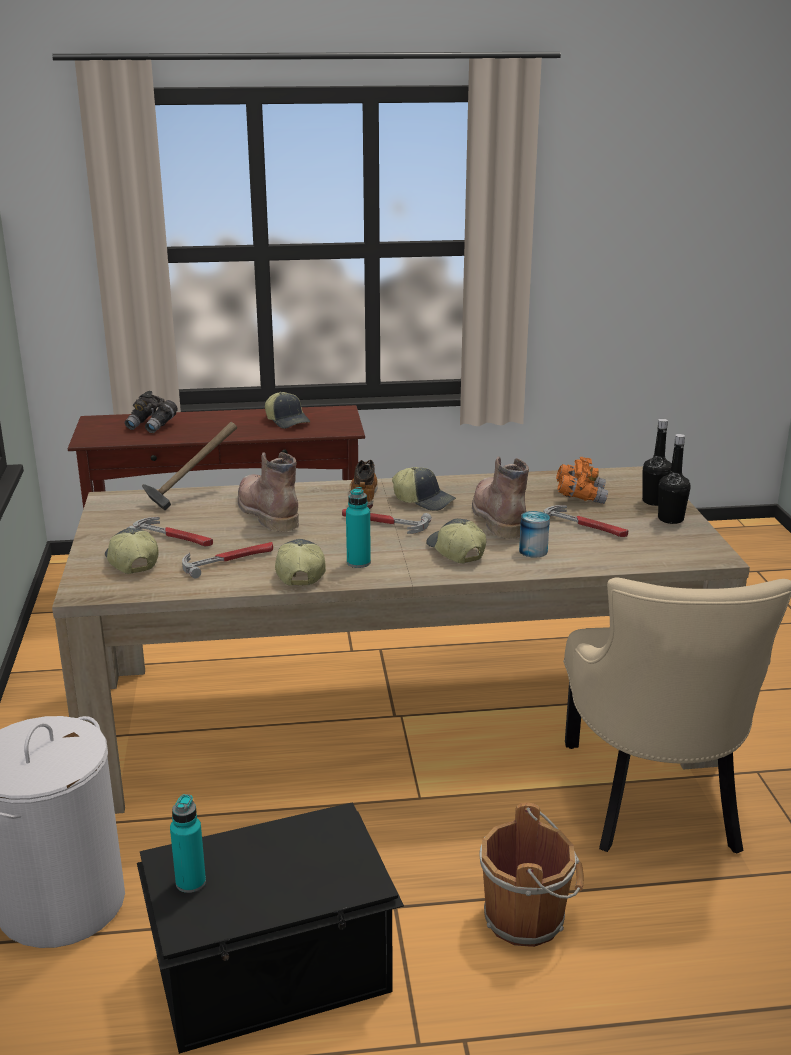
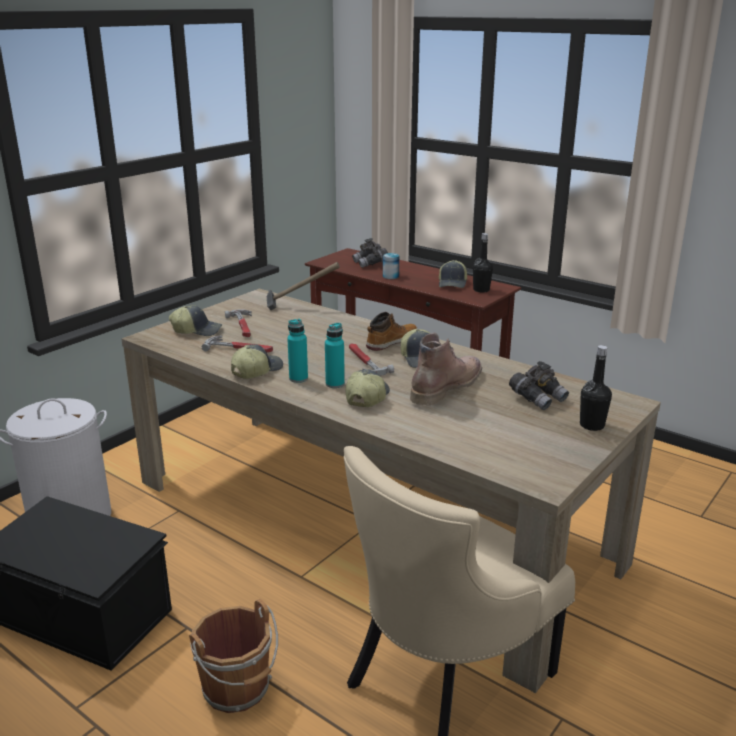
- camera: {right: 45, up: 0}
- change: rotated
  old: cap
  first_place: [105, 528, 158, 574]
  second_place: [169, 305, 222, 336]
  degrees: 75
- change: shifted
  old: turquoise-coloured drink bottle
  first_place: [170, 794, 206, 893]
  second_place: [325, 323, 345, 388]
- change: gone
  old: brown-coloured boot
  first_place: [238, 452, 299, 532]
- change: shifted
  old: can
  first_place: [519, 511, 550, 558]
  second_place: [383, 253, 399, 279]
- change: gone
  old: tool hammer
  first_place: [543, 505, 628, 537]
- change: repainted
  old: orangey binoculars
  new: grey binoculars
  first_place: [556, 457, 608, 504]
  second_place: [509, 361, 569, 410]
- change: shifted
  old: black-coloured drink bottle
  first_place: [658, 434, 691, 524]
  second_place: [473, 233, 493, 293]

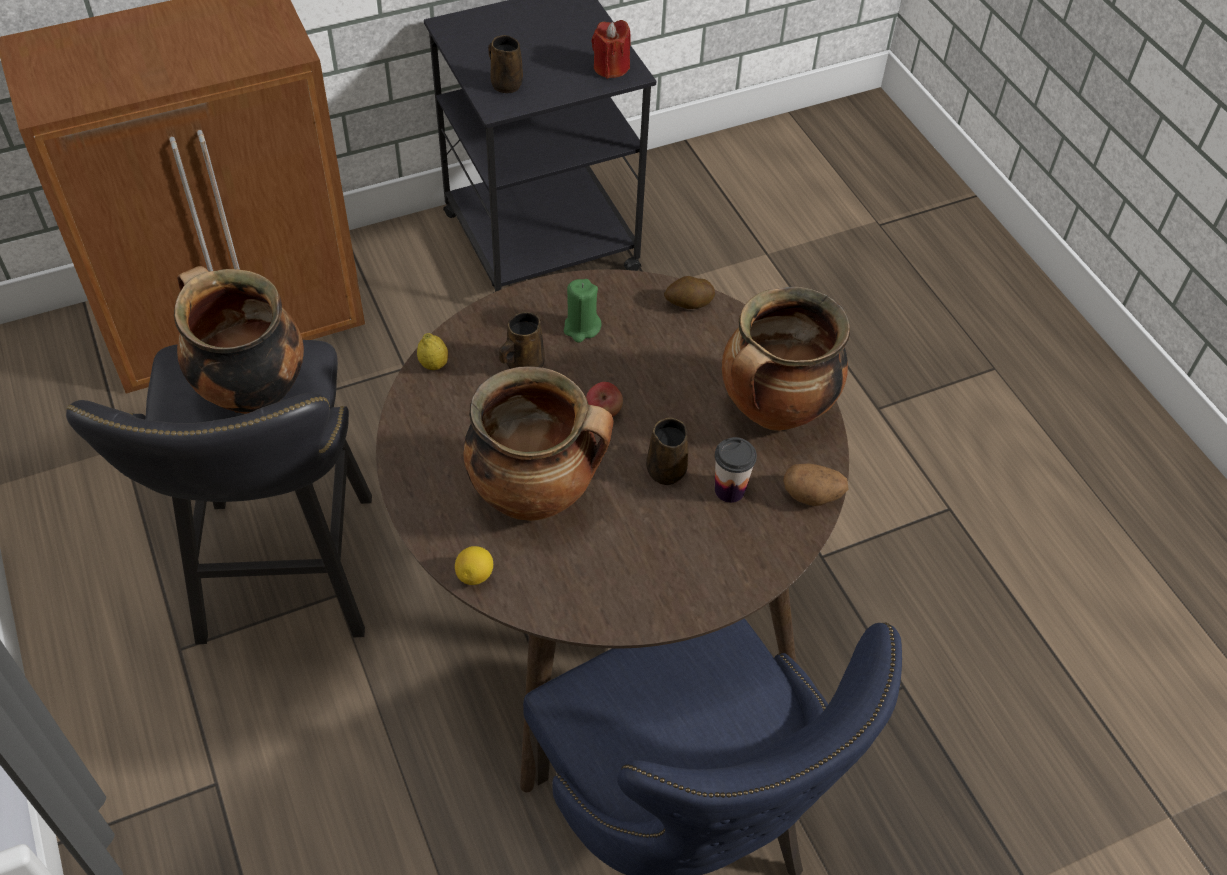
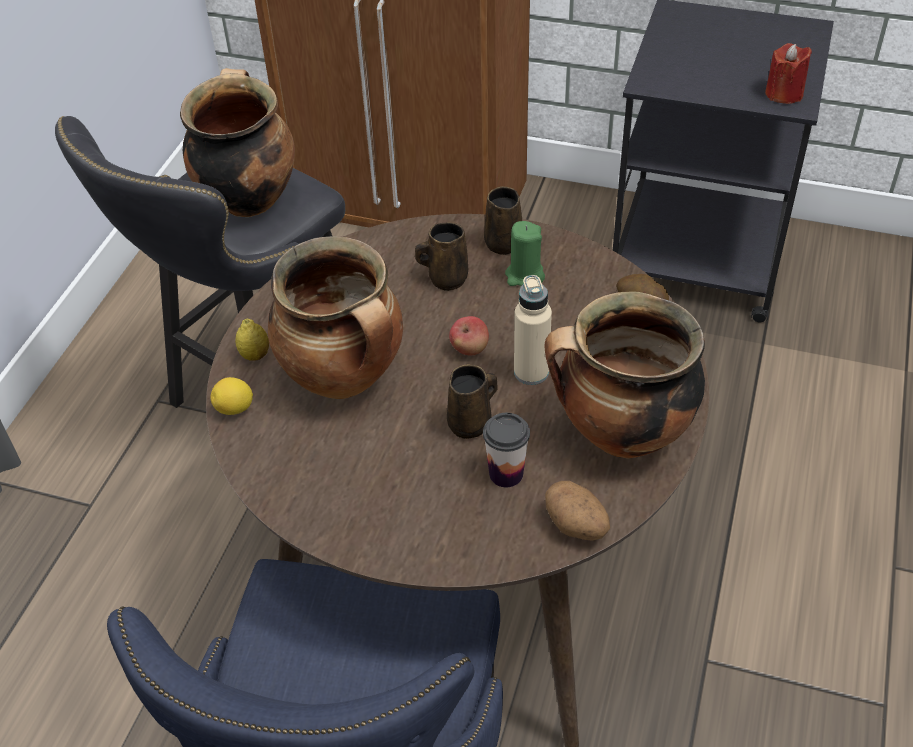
- camera: {right: 45, up: -5}
- change: shifted
  old: citrus fruit
  first_place: [417, 333, 448, 370]
  second_place: [235, 319, 269, 361]
- change: shifted
  old: brown-coloured mug
  first_place: [489, 35, 523, 93]
  second_place: [484, 186, 522, 255]
- change: new
  new: beige drink bottle
  second_place: [514, 275, 552, 385]

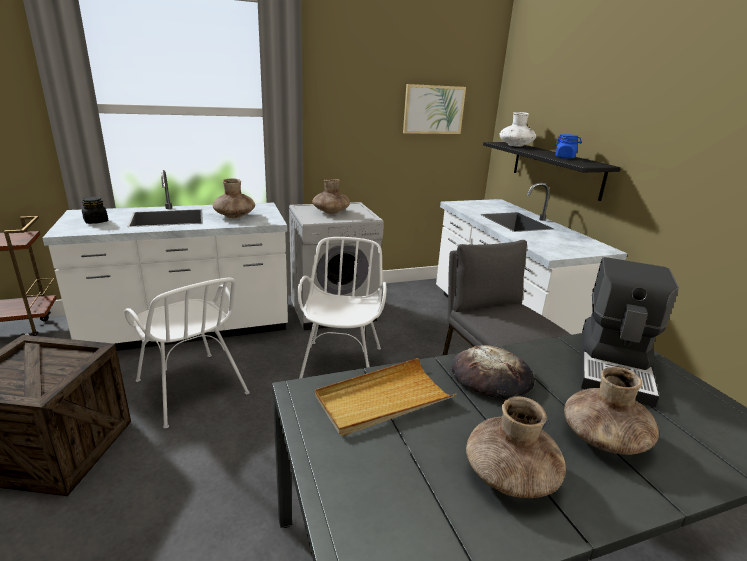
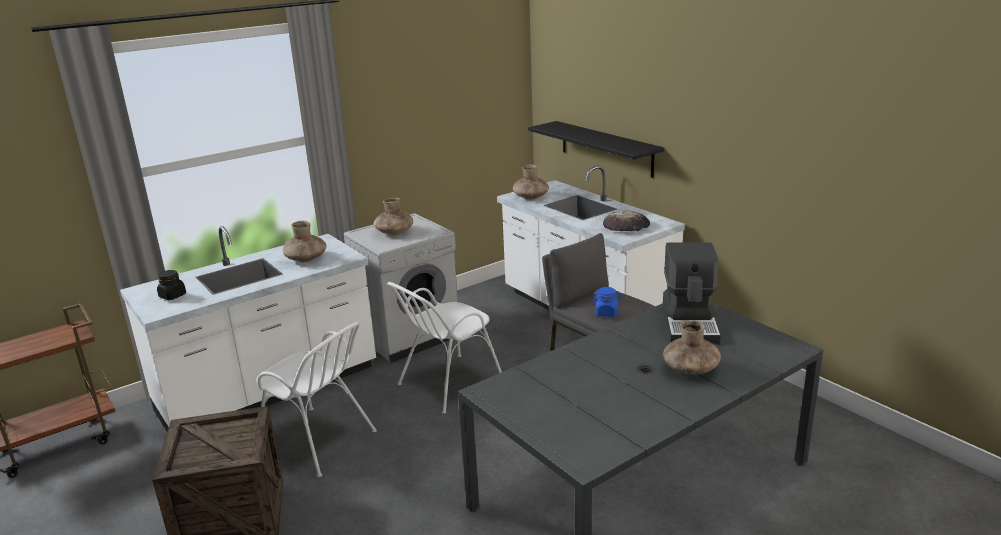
- camera: {right: -15, up: 0}
- change: rotated
  old: white-coloured chair
  first_place: [298, 237, 387, 378]
  second_place: [387, 282, 502, 414]
  degrees: -120
- change: gone
  old: beige tray
  first_place: [315, 358, 456, 436]
- change: gone
  old: wall art
  first_place: [403, 84, 466, 134]
- change: shifted
  old: bread
  first_place: [452, 345, 535, 400]
  second_place: [603, 210, 650, 231]
- change: shifted
  old: brown-coloured decorative vase
  first_place: [466, 397, 566, 498]
  second_place: [513, 165, 549, 200]
- change: gone
  old: white-coloured decorative vase
  first_place: [499, 112, 536, 147]
- change: shifted
  old: blue jar
  first_place: [554, 134, 582, 159]
  second_place: [593, 287, 621, 317]

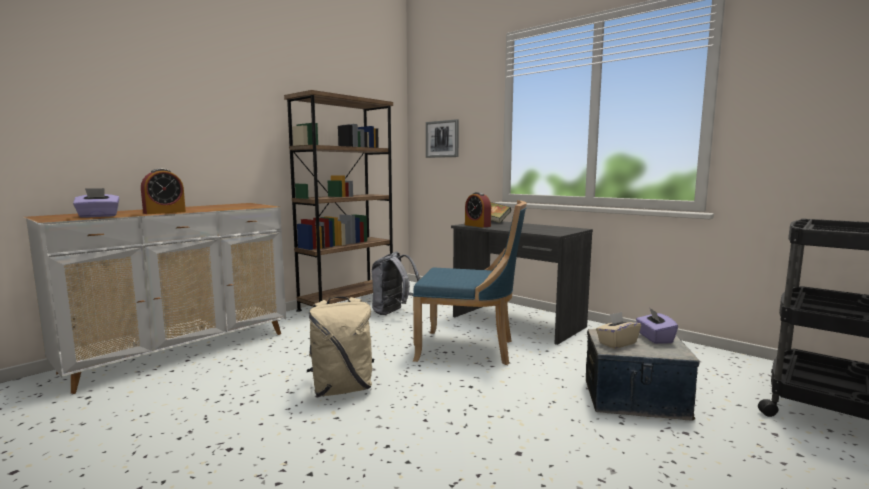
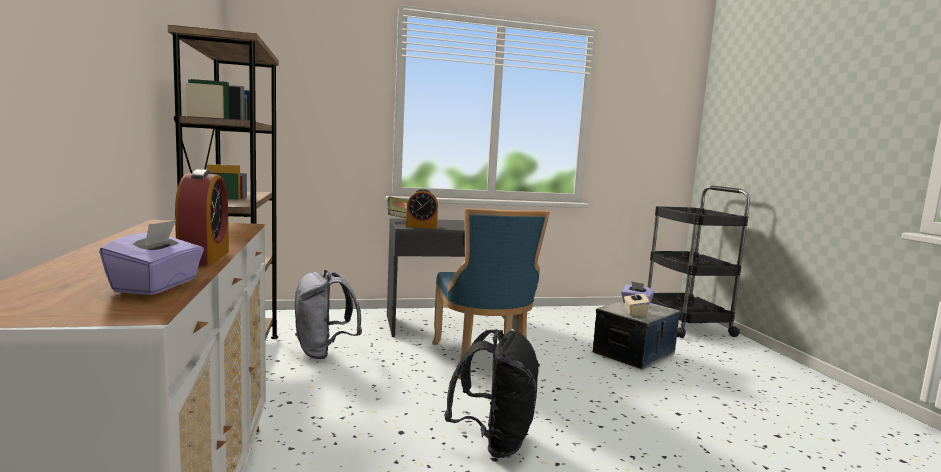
- camera: {right: -55, up: 0}
- change: repainted
  old: beige knapsack
  new: black-coloured knapsack
  first_place: [307, 296, 374, 396]
  second_place: [444, 329, 540, 458]
- change: rotated
  old: blue chair
  first_place: [413, 200, 527, 365]
  second_place: [432, 208, 550, 379]
  degrees: 120
- change: gone
  old: wall art
  first_place: [426, 119, 459, 158]

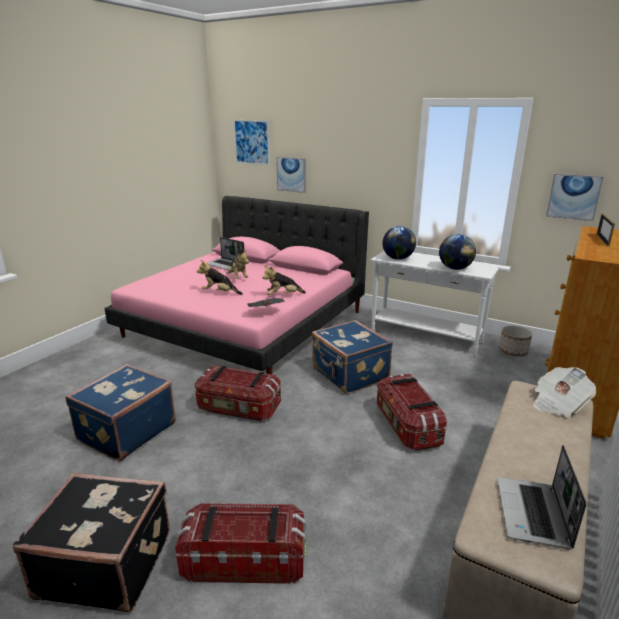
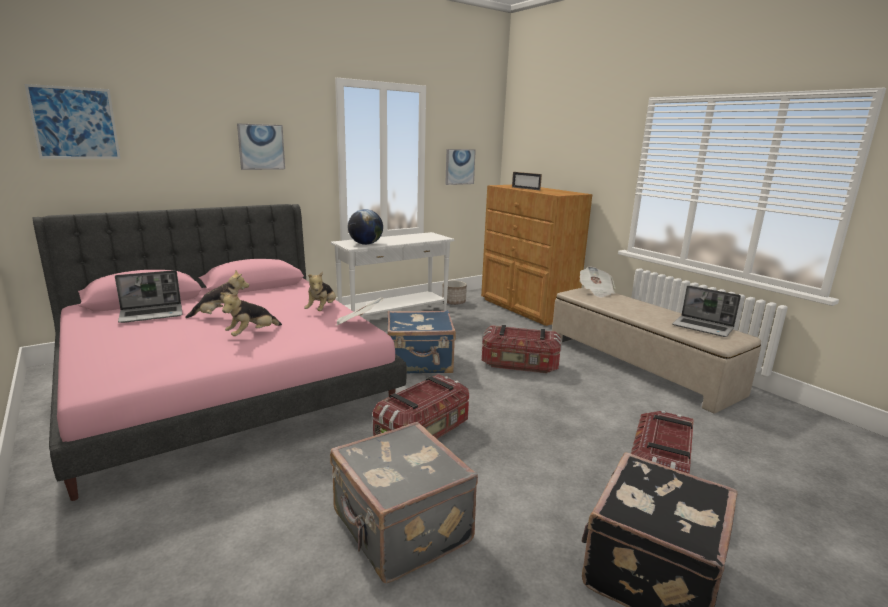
- camera: {right: -65, up: -5}
- change: repainted
  old: blue travel case
  new: grey travel case
  first_place: [65, 364, 176, 461]
  second_place: [330, 422, 478, 583]
- change: shifted
  old: wall art
  first_place: [276, 157, 306, 193]
  second_place: [237, 123, 285, 170]
- change: gone
  old: world globe
  first_place: [439, 234, 476, 270]

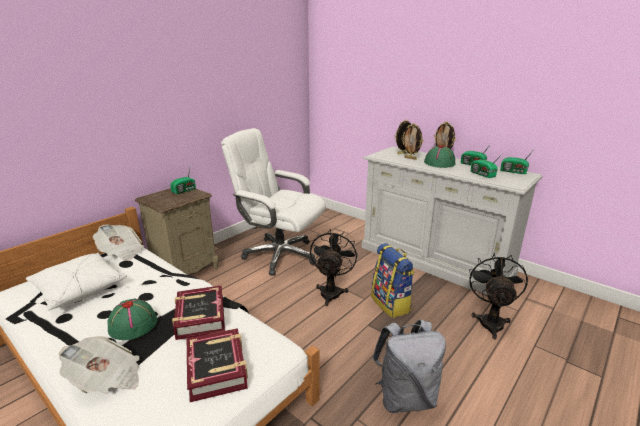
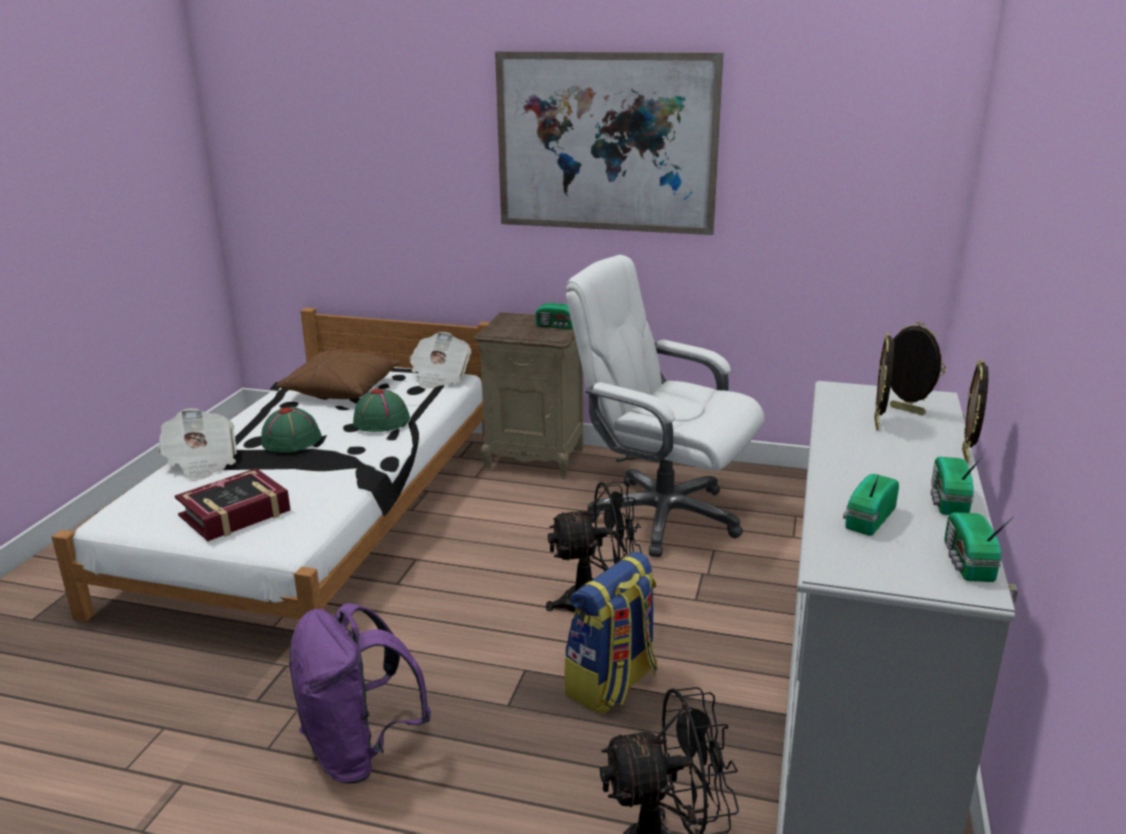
- camera: {right: 65, up: 0}
- change: repainted
  old: white-coloured cushion
  new: brown-coloured cushion
  first_place: [26, 253, 127, 310]
  second_place: [276, 350, 401, 399]
- change: gone
  old: bound book
  first_place: [172, 285, 225, 340]
- change: rotated
  old: white-coloured computer chair
  first_place: [221, 128, 326, 276]
  second_place: [565, 255, 764, 557]
  degrees: -60
- change: repainted
  old: grey knapsack
  new: purple-coloured knapsack
  first_place: [372, 319, 446, 413]
  second_place: [289, 603, 431, 783]
- change: shifted
  old: green-coloured hat
  first_place: [424, 145, 455, 168]
  second_place: [353, 389, 410, 432]
- change: new
  new: wall art
  second_place: [495, 51, 724, 235]

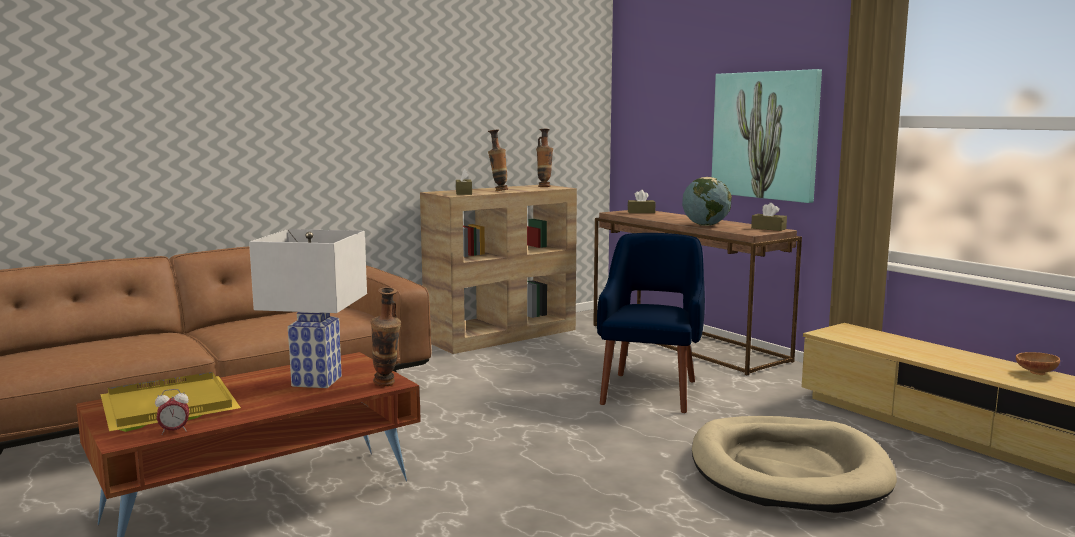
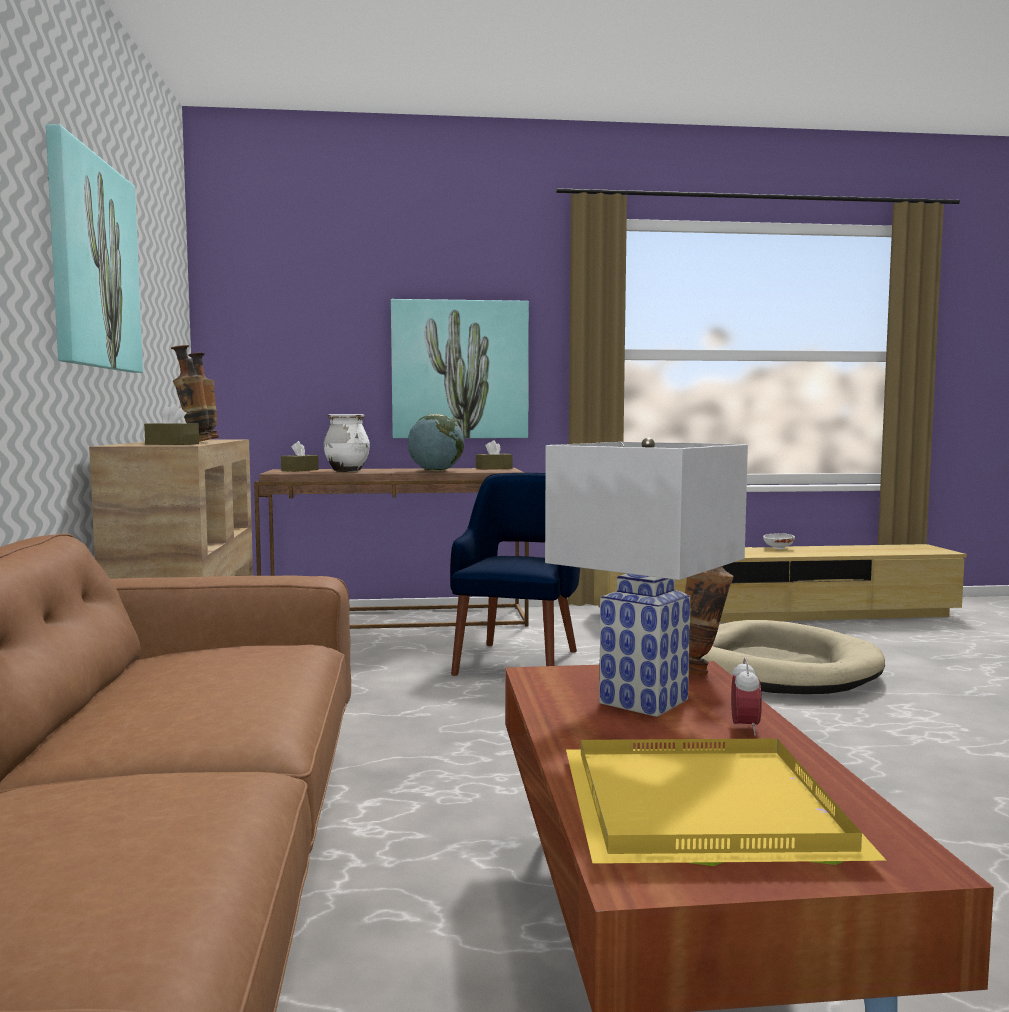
- camera: {right: -60, up: -5}
- change: shifted
  old: alarm clock
  first_place: [155, 389, 189, 435]
  second_place: [731, 658, 762, 736]
- change: rotated
  old: blue lounge chair
  first_place: [597, 233, 705, 413]
  second_place: [450, 473, 580, 676]
  degrees: 60
- change: repainted
  old: brown-coloured bowl
  new: white-coloured bowl
  first_place: [1016, 352, 1060, 375]
  second_place: [763, 533, 795, 550]
- change: new
  new: wall art
  second_place: [46, 124, 143, 373]
- change: new
  new: white-coloured decorative vase
  second_place: [324, 414, 370, 472]

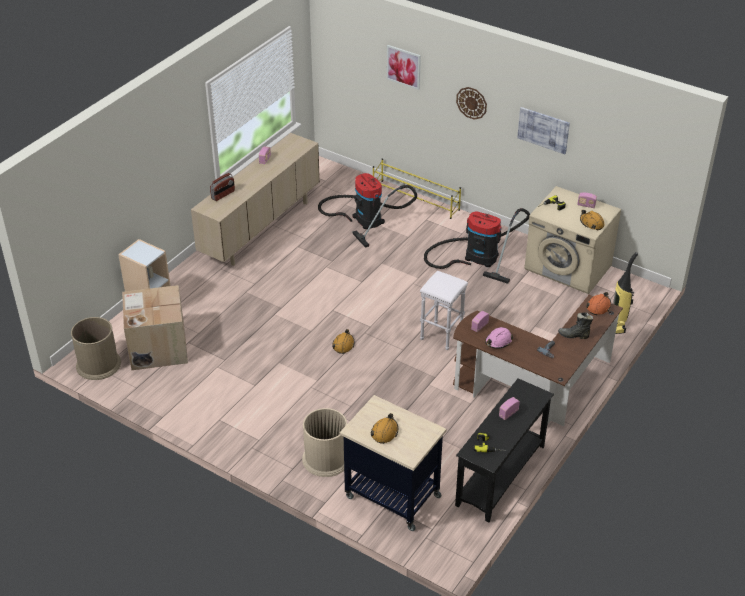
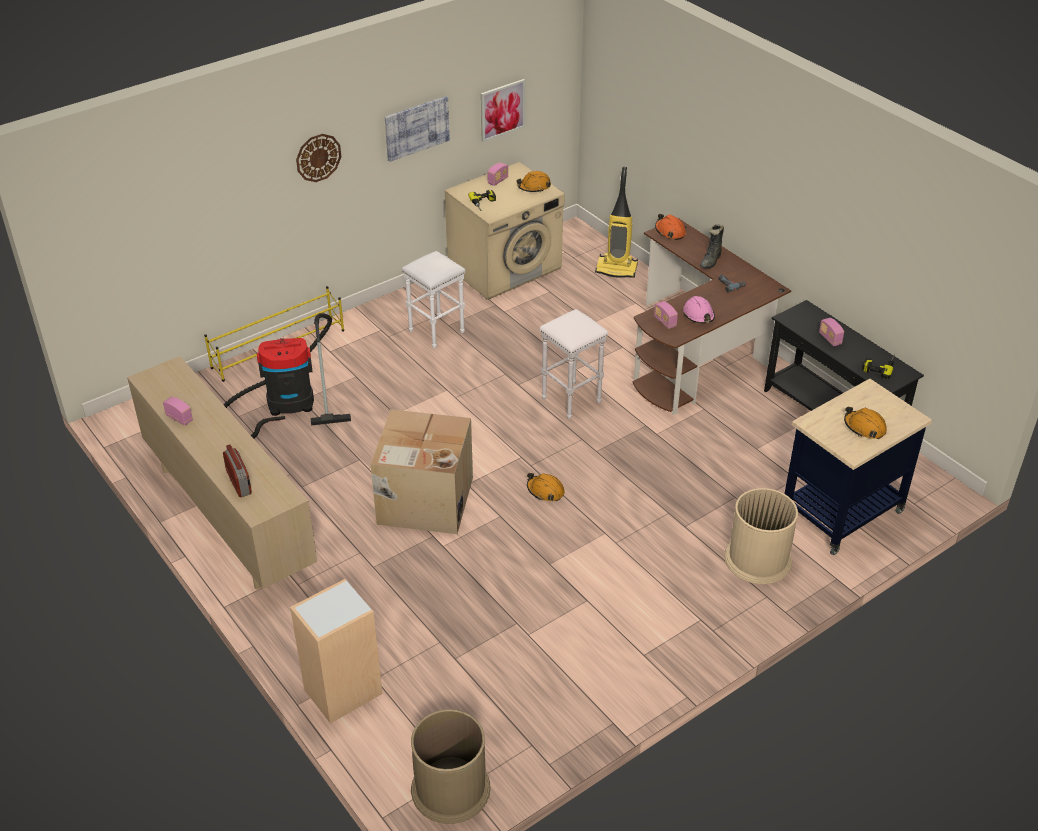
- camera: {right: -70, up: 0}
- change: shifted
  old: carton
  first_place: [122, 285, 188, 370]
  second_place: [371, 409, 473, 534]
- change: shifted
  old: wall art
  first_place: [387, 45, 421, 90]
  second_place: [481, 79, 525, 142]
- change: swapped
  old: vacuum cleaner
  new: white-coloured stool seat
  first_place: [424, 208, 530, 284]
  second_place: [402, 251, 465, 348]

